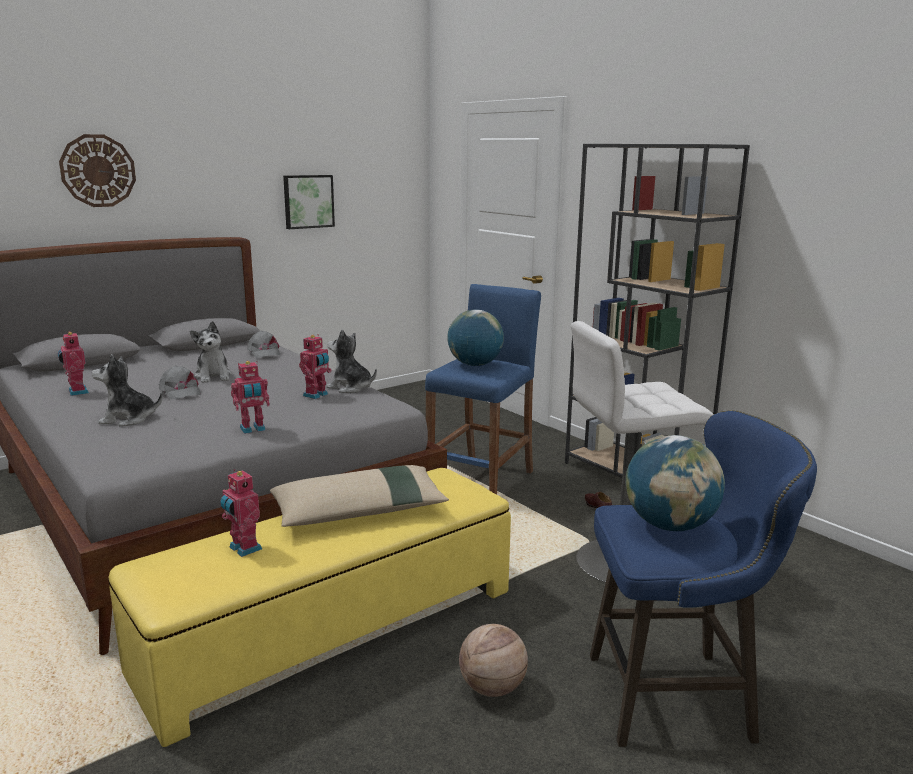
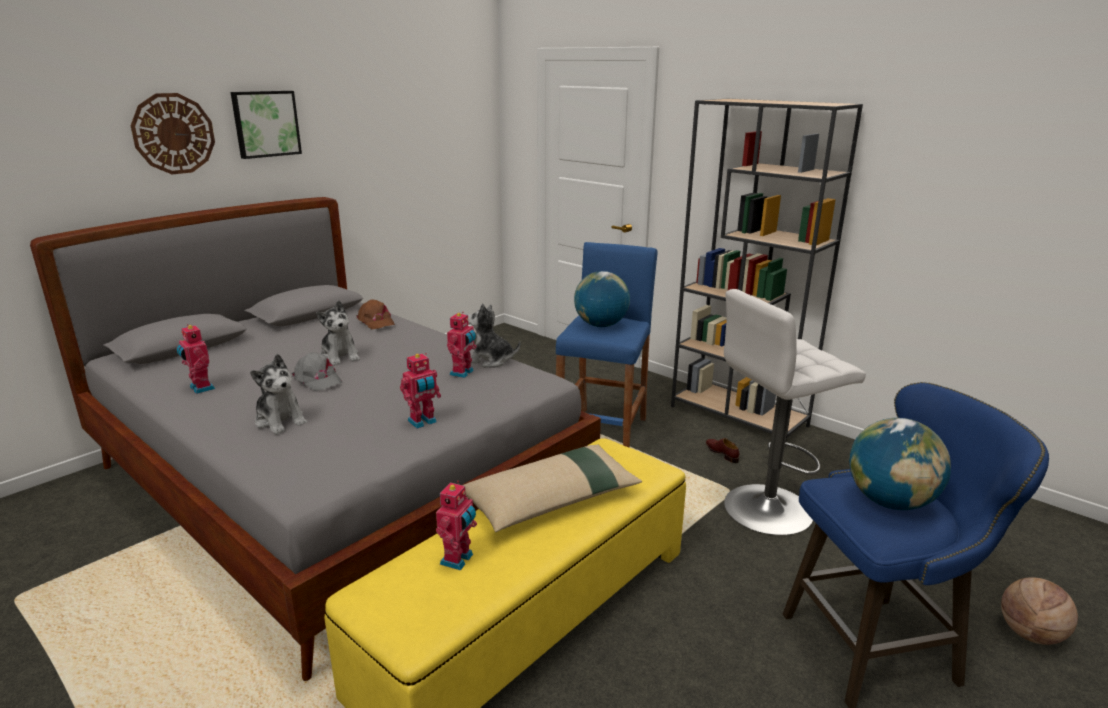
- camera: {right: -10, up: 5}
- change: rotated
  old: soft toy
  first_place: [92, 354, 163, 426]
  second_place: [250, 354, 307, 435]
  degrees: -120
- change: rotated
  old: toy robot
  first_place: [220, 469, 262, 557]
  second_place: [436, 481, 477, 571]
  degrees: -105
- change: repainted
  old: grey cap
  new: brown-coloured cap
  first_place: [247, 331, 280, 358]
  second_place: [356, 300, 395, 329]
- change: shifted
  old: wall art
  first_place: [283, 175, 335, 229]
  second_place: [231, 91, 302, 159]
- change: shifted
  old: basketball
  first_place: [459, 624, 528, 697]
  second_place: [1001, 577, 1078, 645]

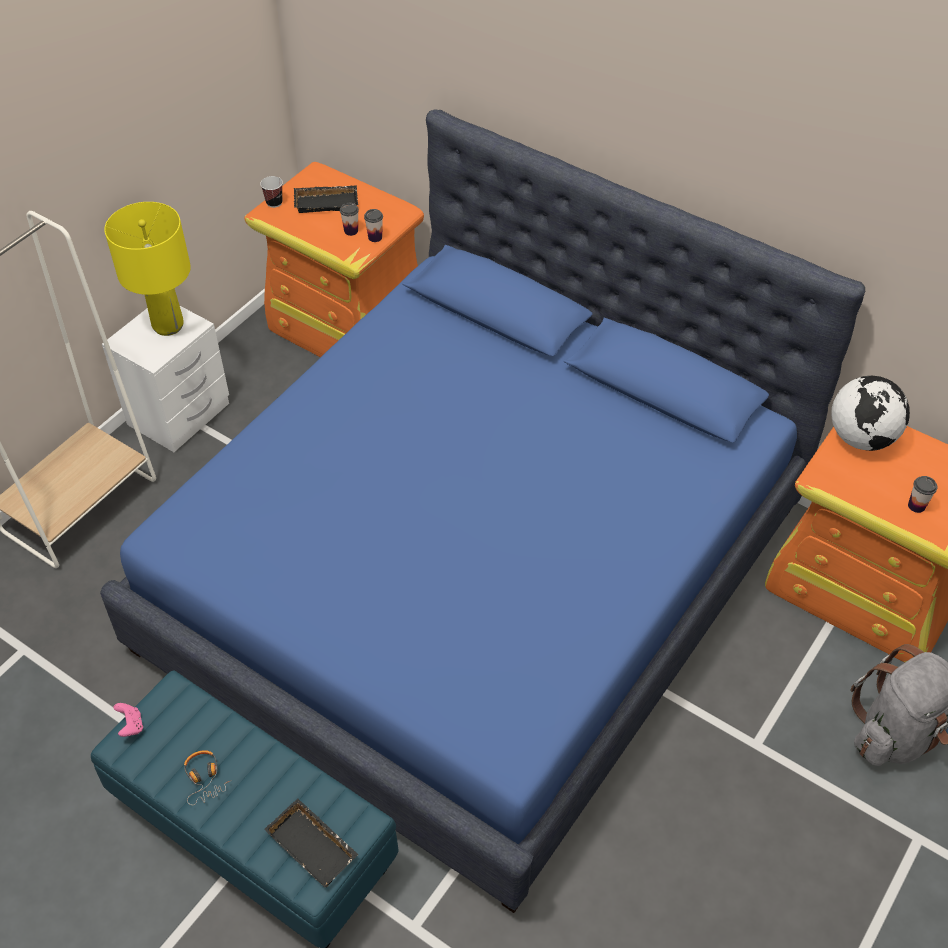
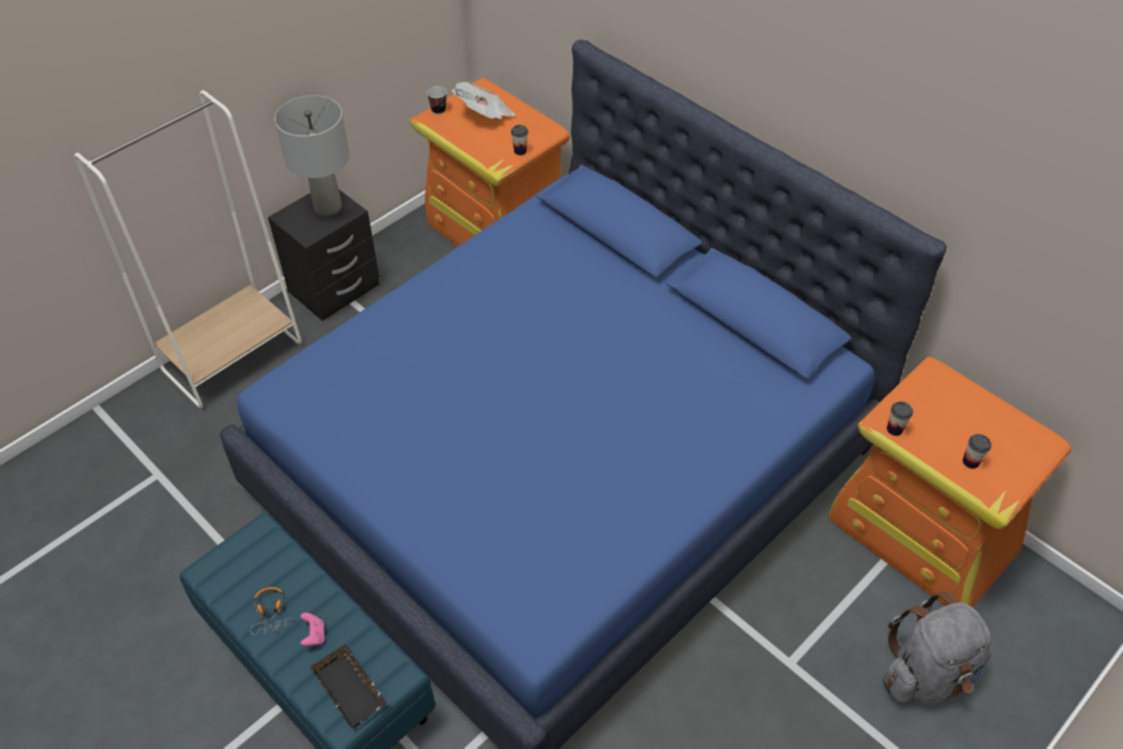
- camera: {right: 10, up: 0}
- change: repainted
  old: white-coloured bedside table
  new: black-coloured bedside table
  first_place: [102, 306, 229, 452]
  second_place: [268, 190, 379, 321]
- change: repainted
  old: yellowish table lamp
  new: grey table lamp
  first_place: [104, 202, 191, 336]
  second_place: [275, 95, 350, 217]
- change: shifted
  old: pinkish gamepad
  first_place: [113, 703, 143, 737]
  second_place: [300, 613, 325, 646]
- change: swapped
  old: black-coloured tray
  new: printed paper
  first_place: [294, 186, 358, 213]
  second_place: [452, 82, 516, 119]
- change: shifted
  old: small cup
  first_place: [340, 203, 359, 236]
  second_place: [887, 402, 913, 436]
- change: gone
  old: world globe
  first_place: [831, 376, 910, 451]

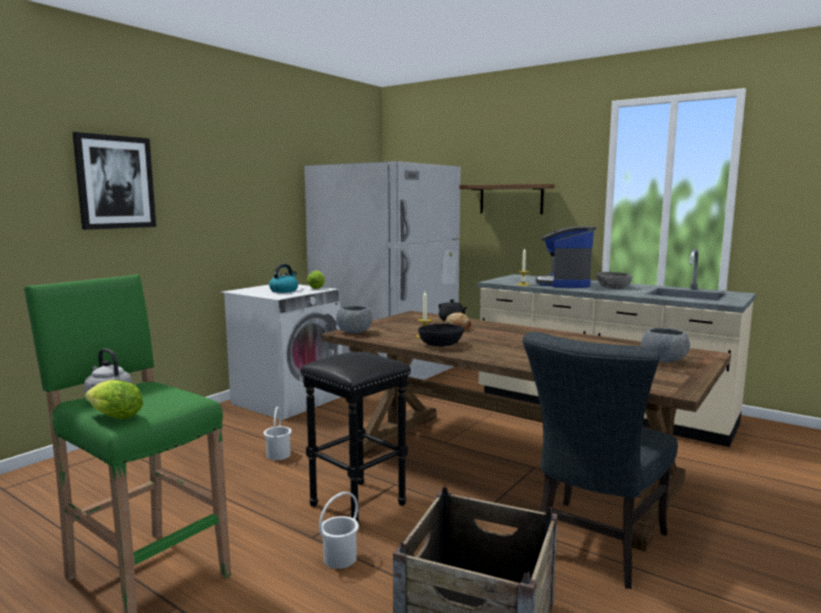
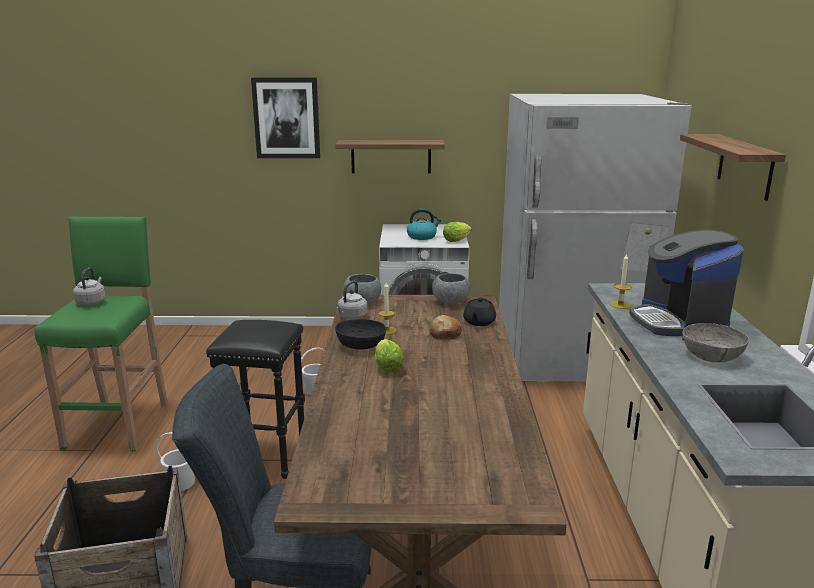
- camera: {right: 55, up: 10}
- change: shifted
  old: lettuce head
  first_place: [85, 380, 143, 419]
  second_place: [375, 339, 404, 373]
- change: rotated
  old: coffee brewer
  first_place: [535, 226, 596, 288]
  second_place: [629, 230, 743, 340]
  degrees: -75
- change: shifted
  old: grey bowl
  first_place: [641, 328, 690, 362]
  second_place: [432, 273, 470, 304]
- change: new
  new: bracket shelf
  second_place: [335, 140, 445, 173]
- change: new
  new: grey water kettle
  second_place: [336, 281, 368, 320]

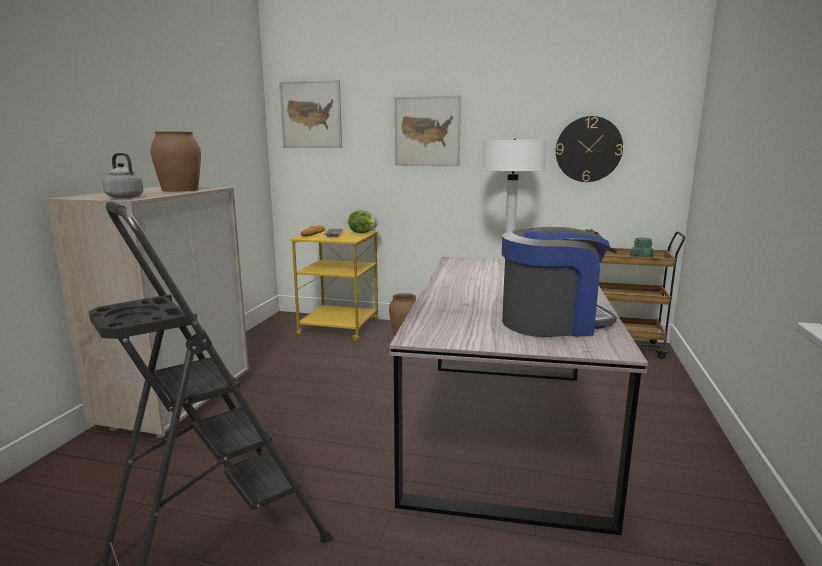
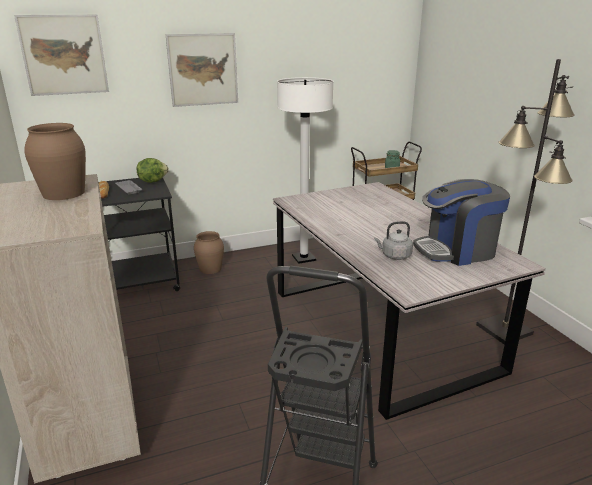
- camera: {right: -35, up: 10}
- change: shifted
  old: grey water kettle
  first_place: [102, 153, 144, 198]
  second_place: [374, 221, 413, 260]
- change: repainted
  old: yellowish wheeled cart
  new: black-coloured wheeled cart
  first_place: [290, 229, 379, 341]
  second_place: [98, 178, 181, 291]
- change: rotated
  old: coffee brewer
  first_place: [502, 227, 617, 337]
  second_place: [413, 179, 510, 266]
  degrees: -150
- change: gone
  old: wall clock
  first_place: [556, 116, 623, 182]
- change: new
  new: black-coloured standing lamp
  second_place: [476, 59, 575, 345]

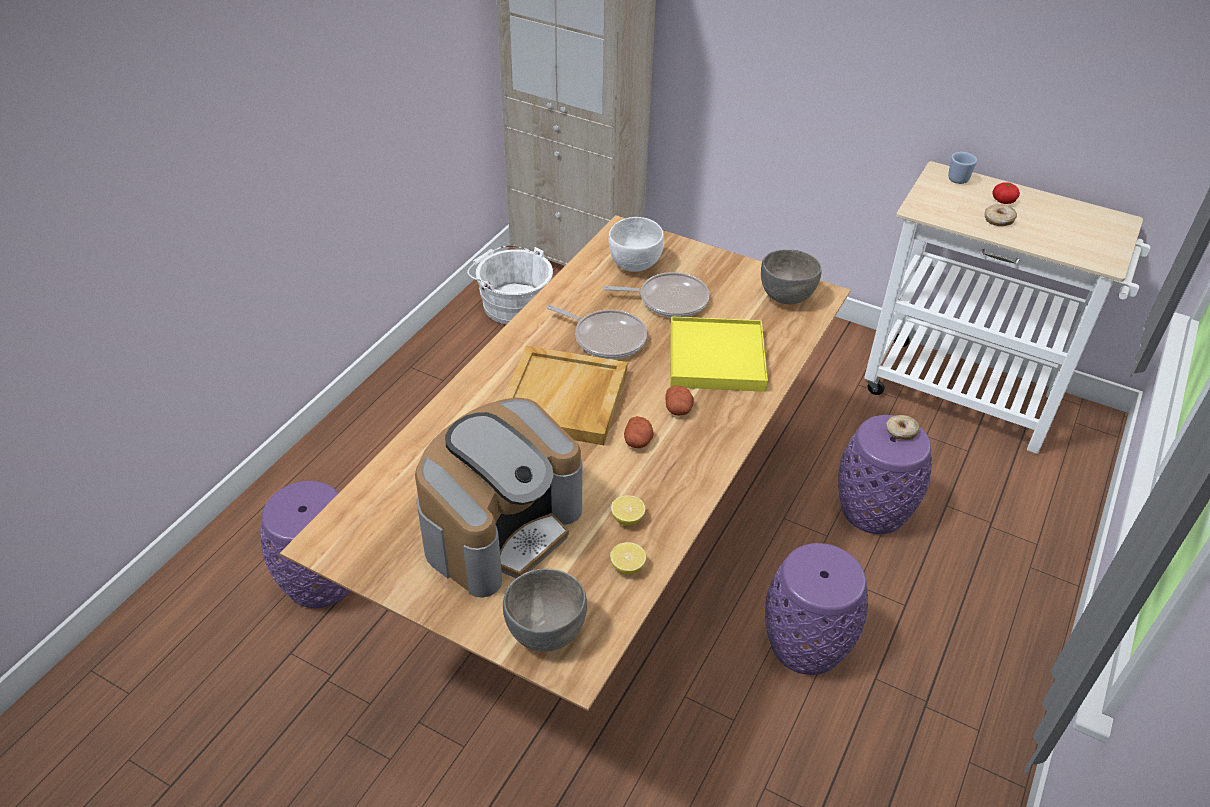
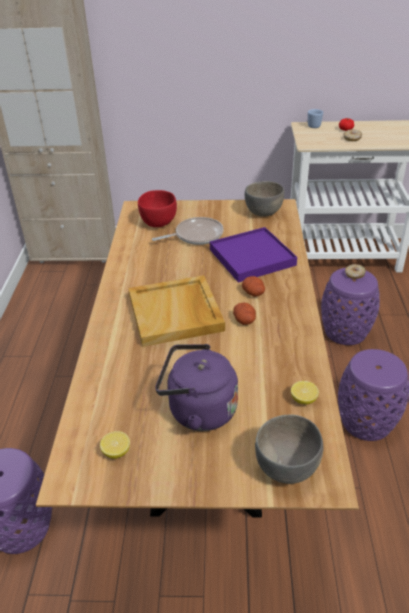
- camera: {right: -25, up: -5}
- change: swapped
  old: coffee brewer
  new: purple-coloured water kettle
  first_place: [415, 398, 582, 598]
  second_place: [155, 344, 238, 431]
- change: gone
  old: white-coloured pail
  first_place: [467, 245, 553, 324]
- change: gone
  old: skillet
  first_place: [547, 305, 647, 359]
- change: repainted
  old: white-coloured bowl
  new: red bowl
  first_place: [609, 217, 664, 272]
  second_place: [138, 190, 177, 227]
- change: shifted
  old: citrus fruit
  first_place: [611, 495, 645, 525]
  second_place: [100, 431, 130, 459]
- change: repainted
  old: yellowish tray
  new: purple-coloured tray
  first_place: [670, 316, 768, 392]
  second_place: [210, 227, 297, 283]

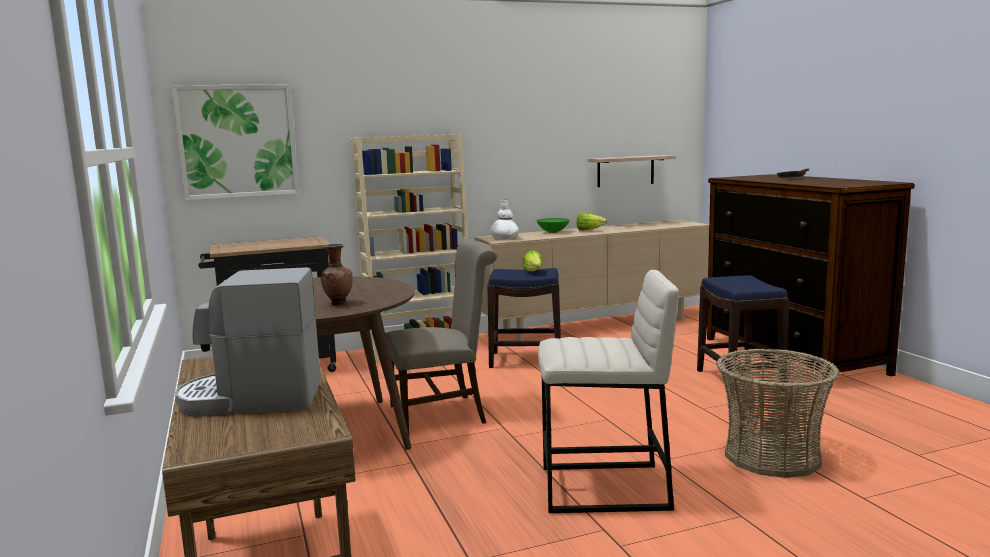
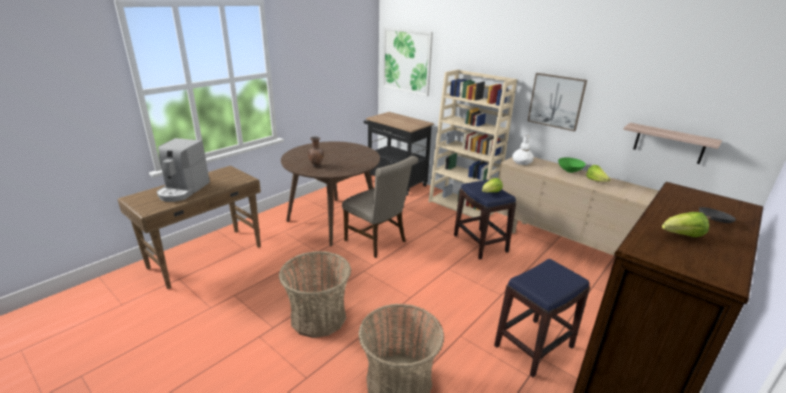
- camera: {right: 60, up: 15}
- change: rotated
  old: coffee brewer
  first_place: [175, 267, 321, 416]
  second_place: [157, 138, 210, 202]
  degrees: -135
- change: swapped
  old: beige stool seat
  new: basket
  first_place: [538, 270, 679, 513]
  second_place: [279, 251, 351, 338]
- change: new
  new: wall art
  second_place: [528, 73, 587, 132]
- change: new
  new: lettuce head
  second_place: [662, 212, 709, 237]

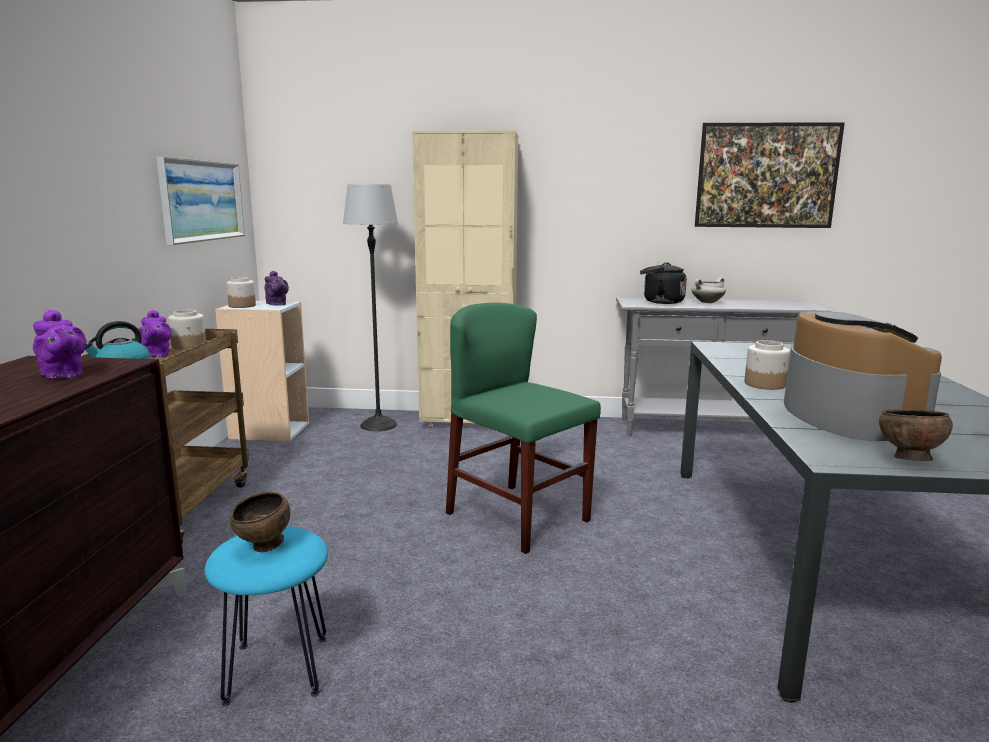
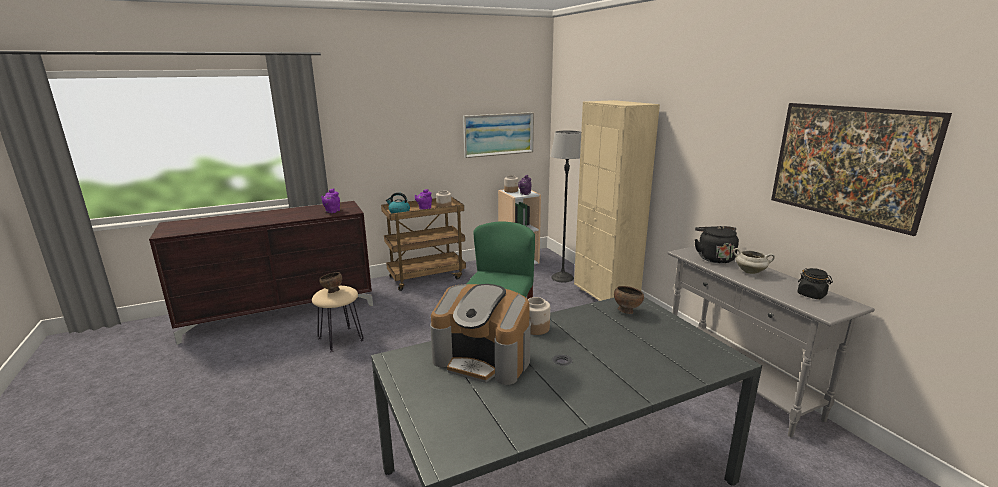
- camera: {right: 60, up: 5}
- change: repainted
  old: turquoise-coloured stool seat
  new: beige stool seat
  first_place: [205, 526, 328, 706]
  second_place: [312, 286, 364, 352]
- change: rotated
  old: coffee brewer
  first_place: [784, 310, 942, 441]
  second_place: [430, 284, 531, 385]
  degrees: 60
- change: shifted
  old: brown-coloured bowl
  first_place: [879, 409, 953, 461]
  second_place: [614, 286, 644, 314]
- change: new
  new: black-coloured jar
  second_place: [797, 268, 833, 299]

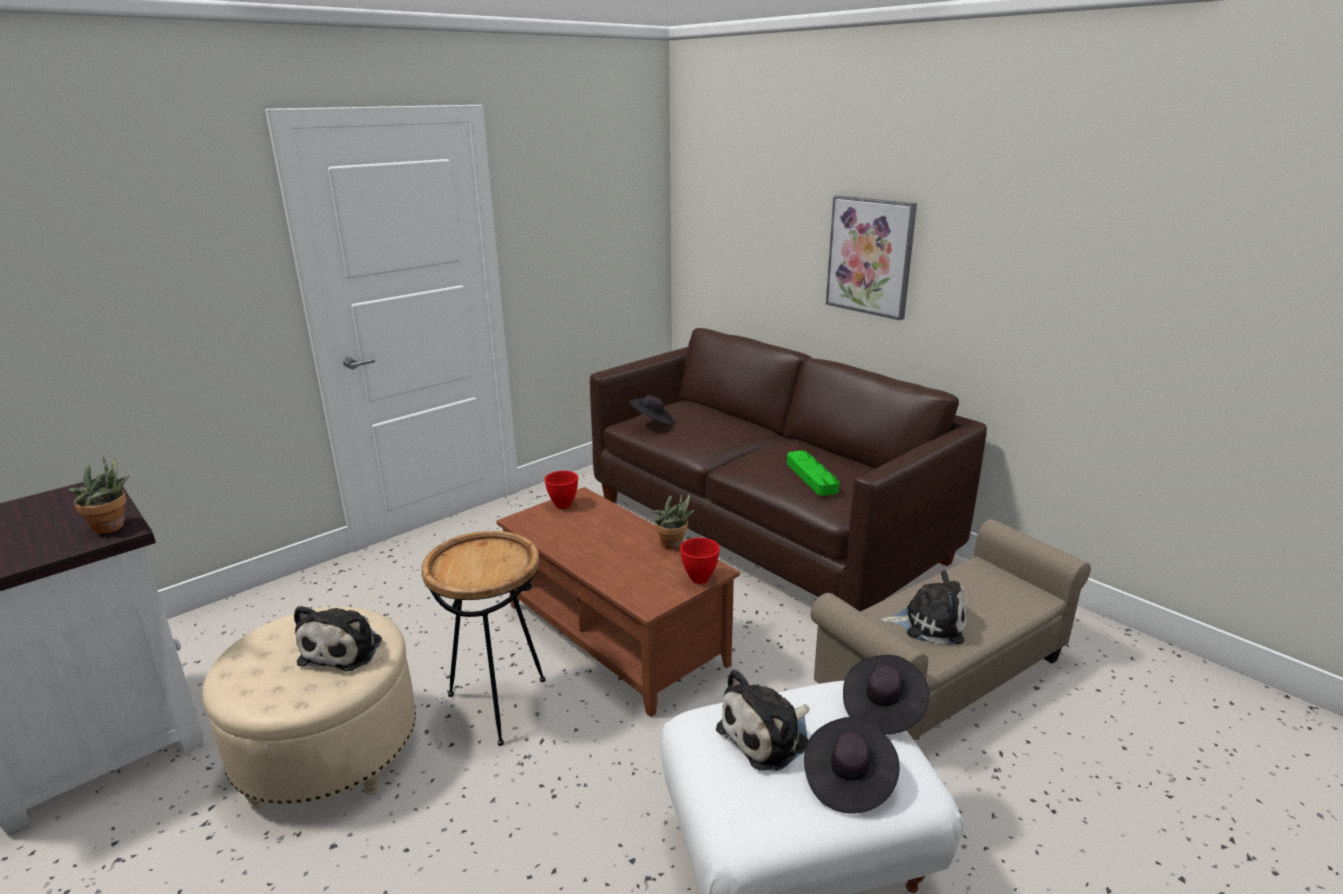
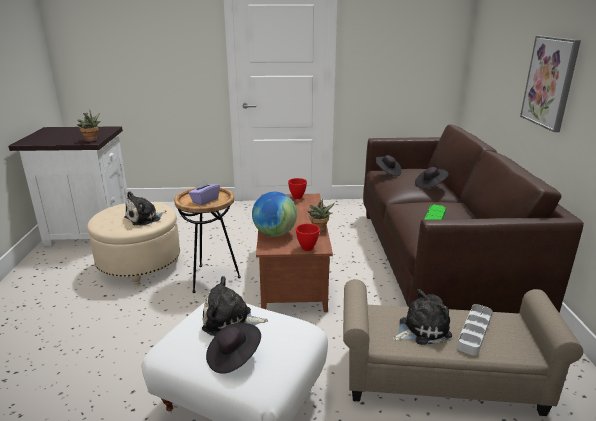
- camera: {right: 40, up: 0}
- change: shifted
  old: black-coloured hat
  first_place: [843, 655, 930, 735]
  second_place: [415, 167, 449, 189]
- change: rotated
  old: soft toy
  first_place: [880, 570, 967, 645]
  second_place: [393, 289, 452, 345]
  degrees: -75
- change: new
  new: purple-coloured tissue box
  second_place: [189, 178, 220, 205]
- change: new
  new: world globe
  second_place: [252, 192, 297, 237]
- change: new
  new: grey tray
  second_place: [457, 304, 492, 355]

